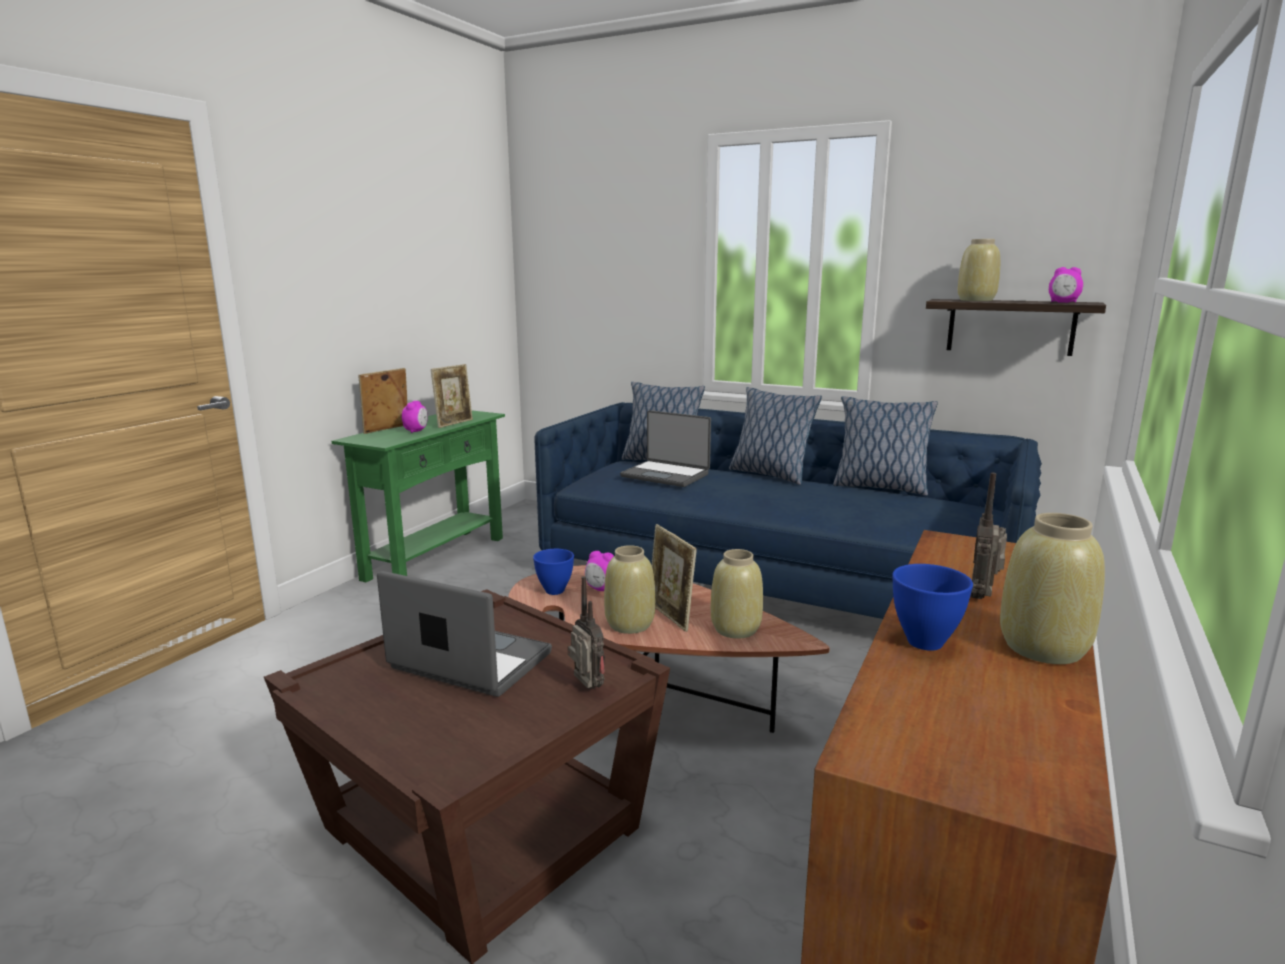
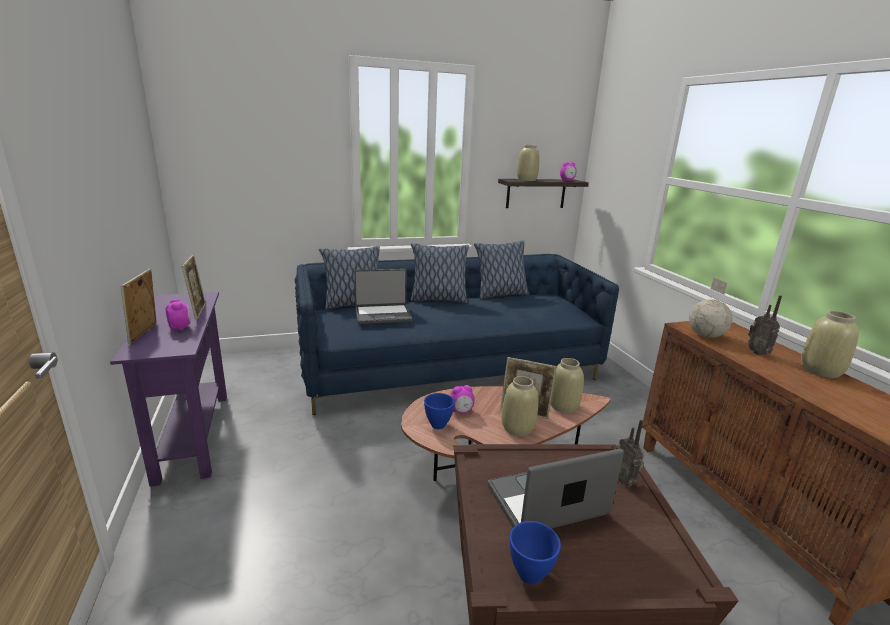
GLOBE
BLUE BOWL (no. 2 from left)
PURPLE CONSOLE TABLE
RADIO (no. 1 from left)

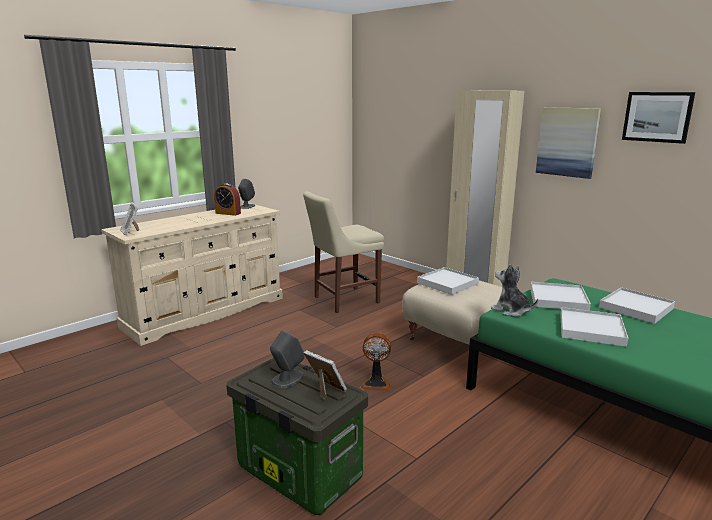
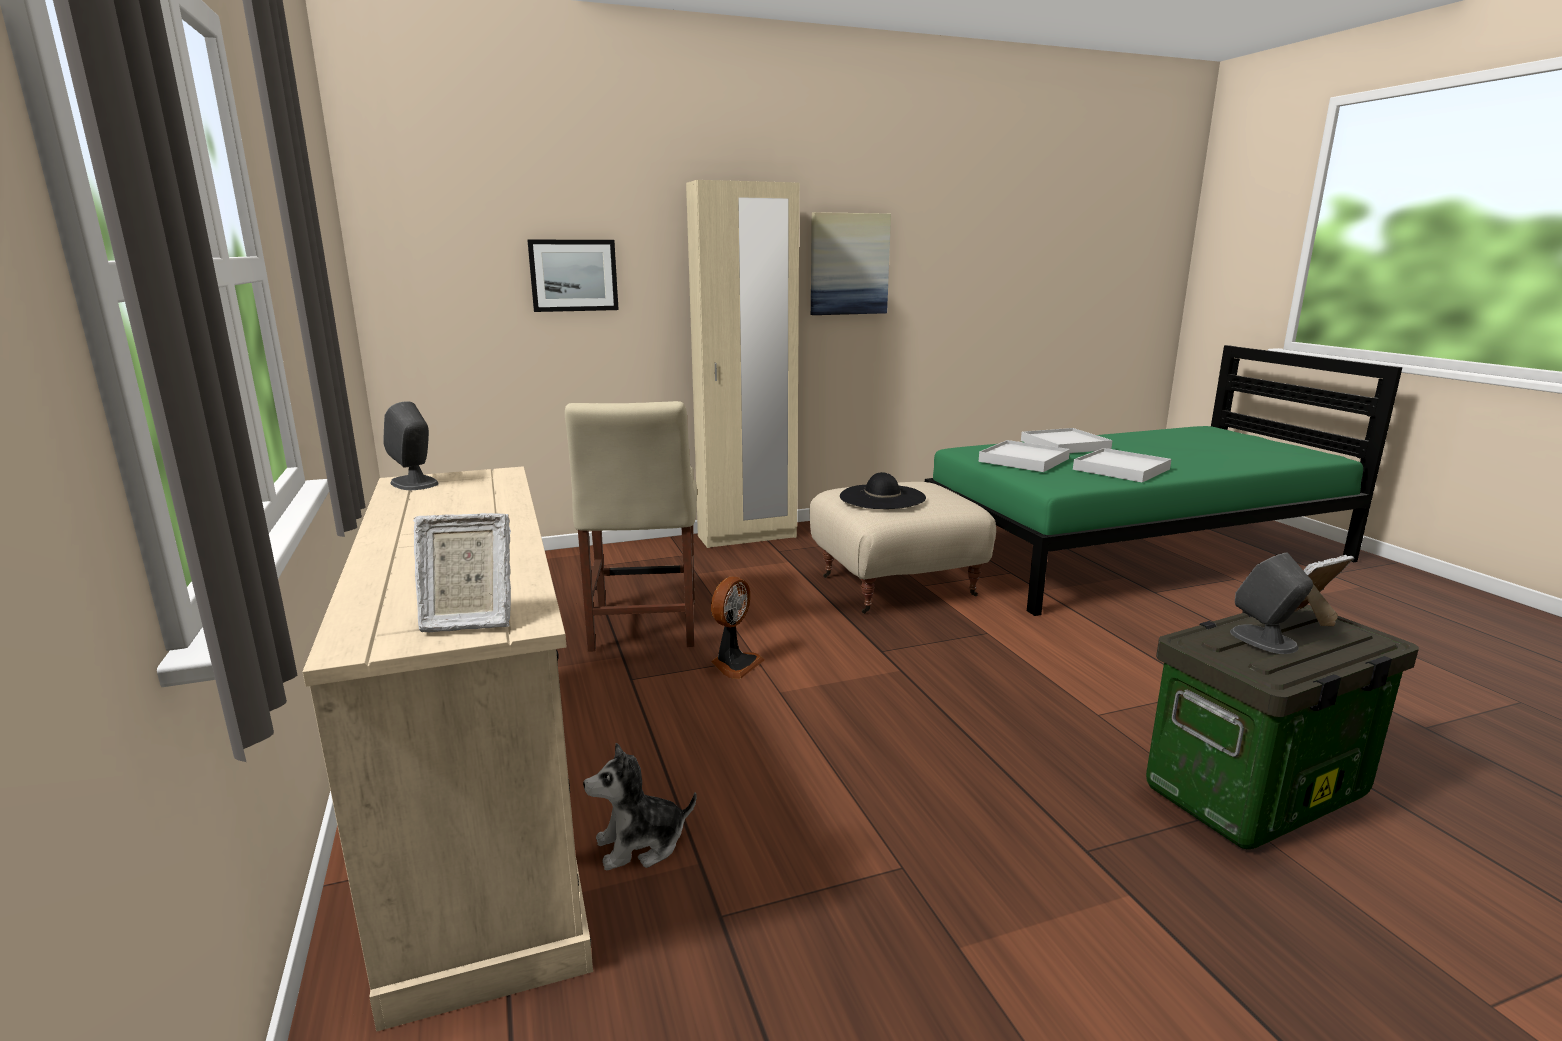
ALARM CLOCK
FAN
PLUSH TOY
PICTURE (no. 1 from left)
BLACK HAT

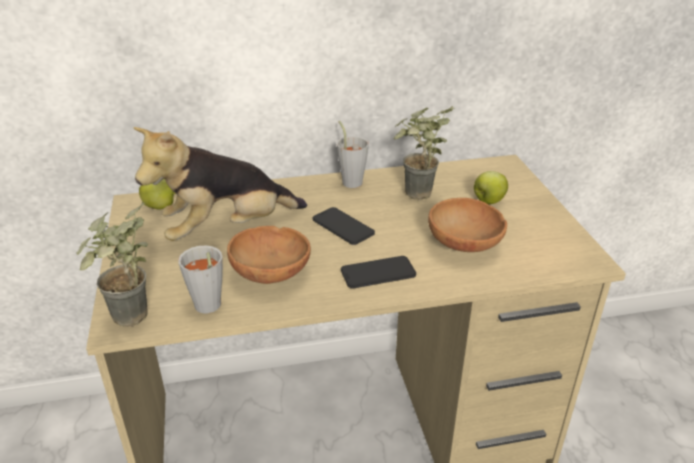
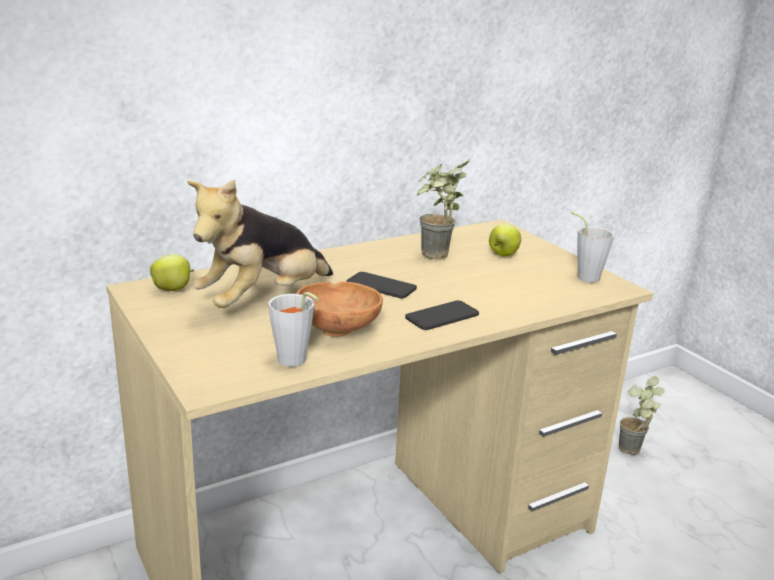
BROWN BOWL (no. 2 from left in the first image)
POTTED PLANT (no. 2 from left)
GREY CUP (no. 2 from left)

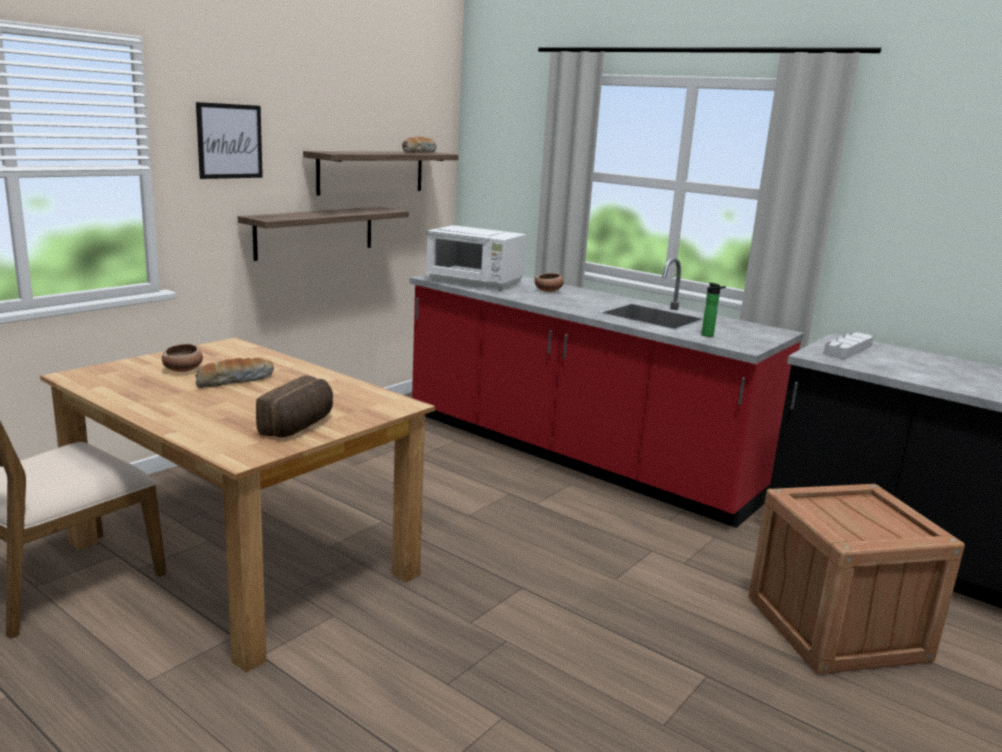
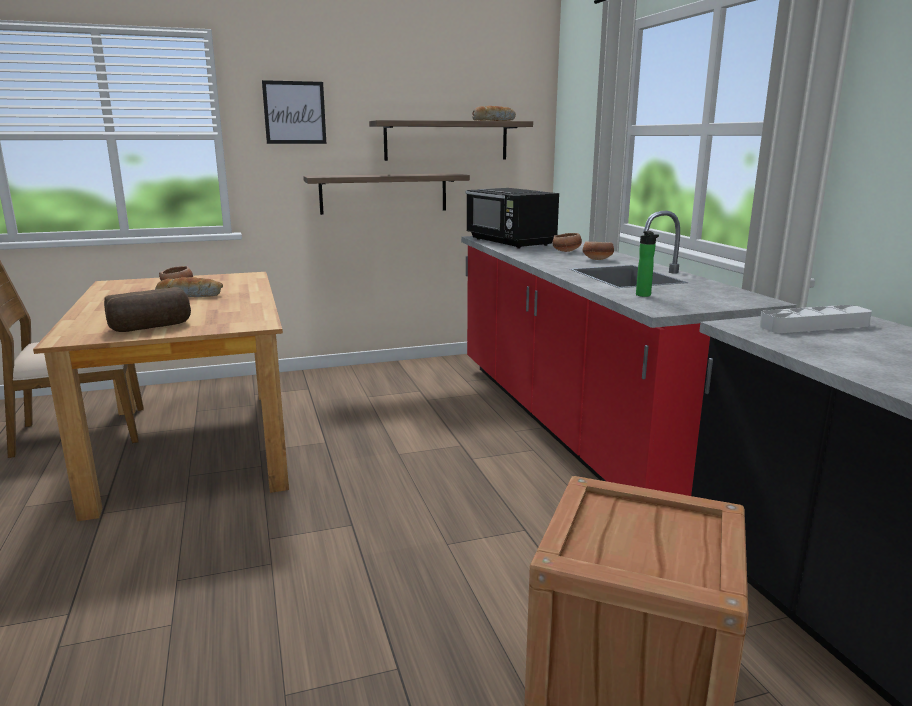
BOWL (no. 3 from left)
BLACK MICROWAVE

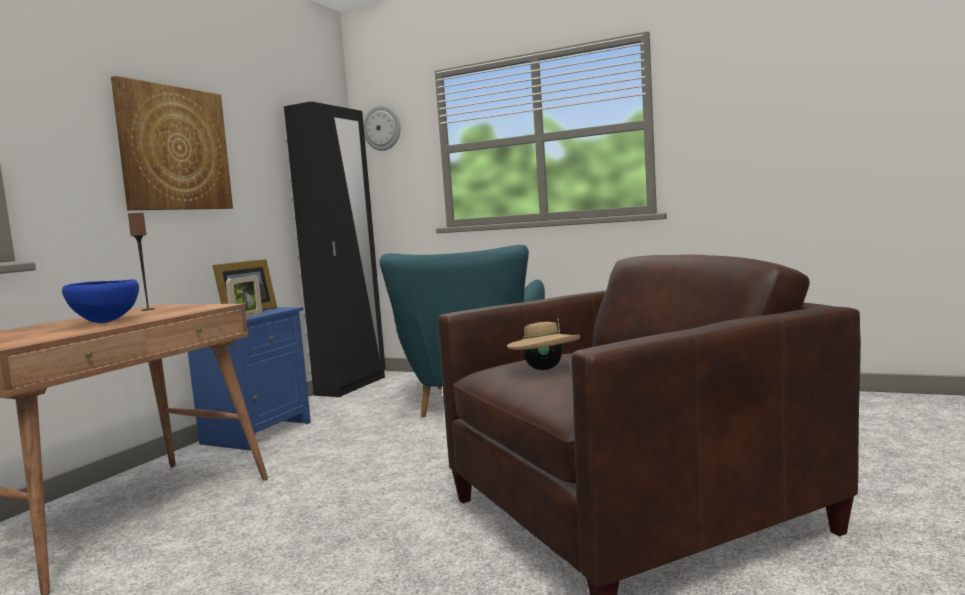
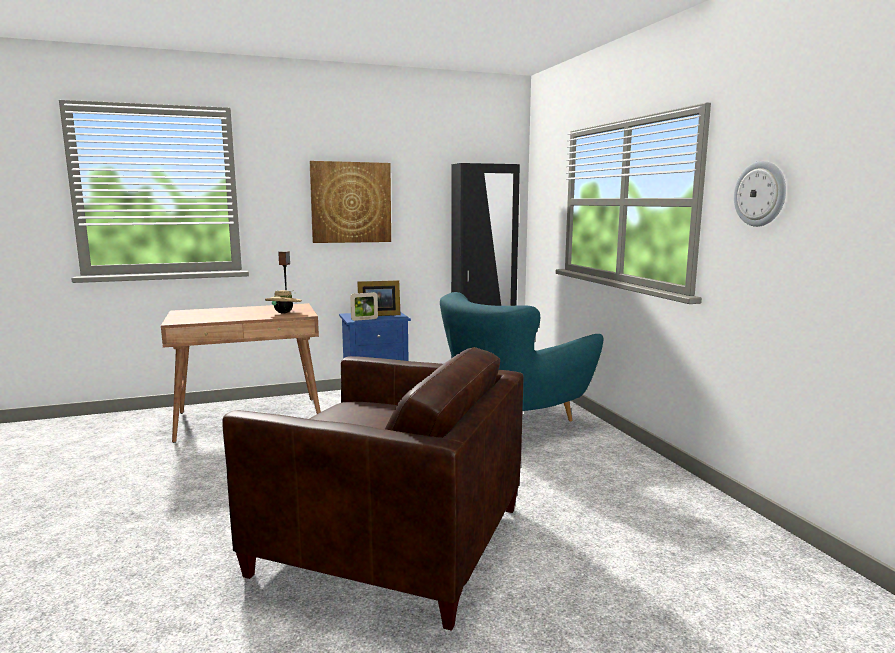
BLUE BOWL
WALL CLOCK
BEIGE HAT

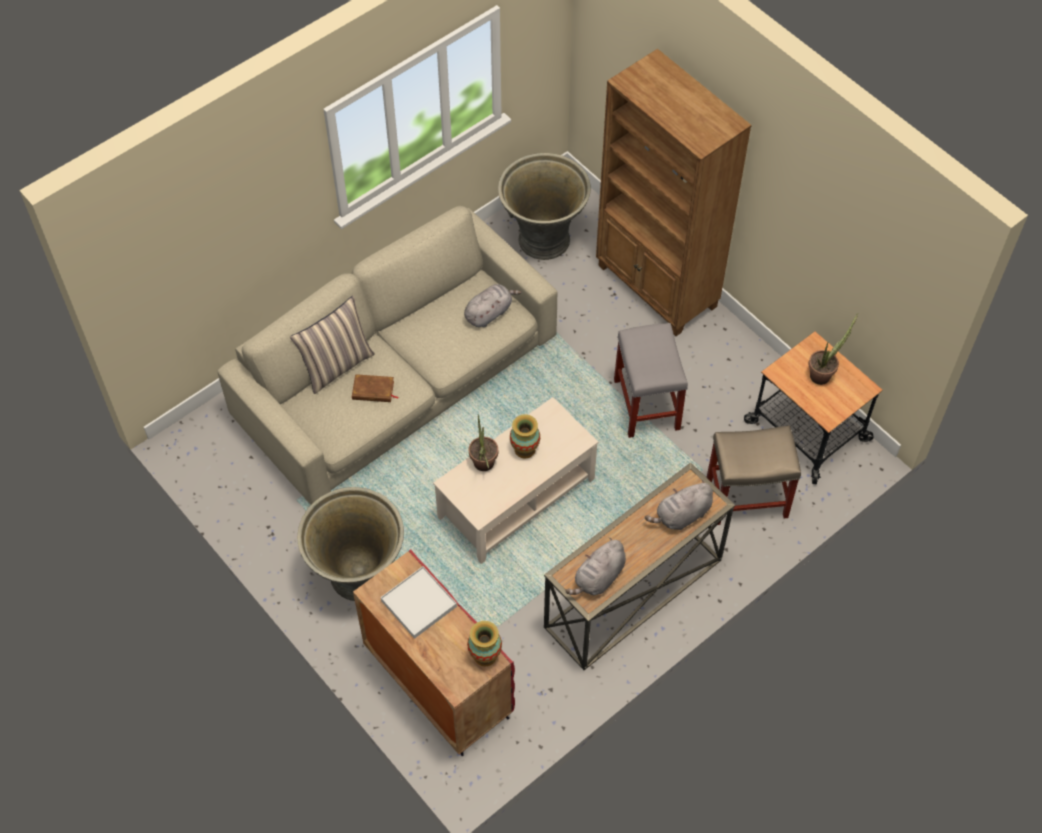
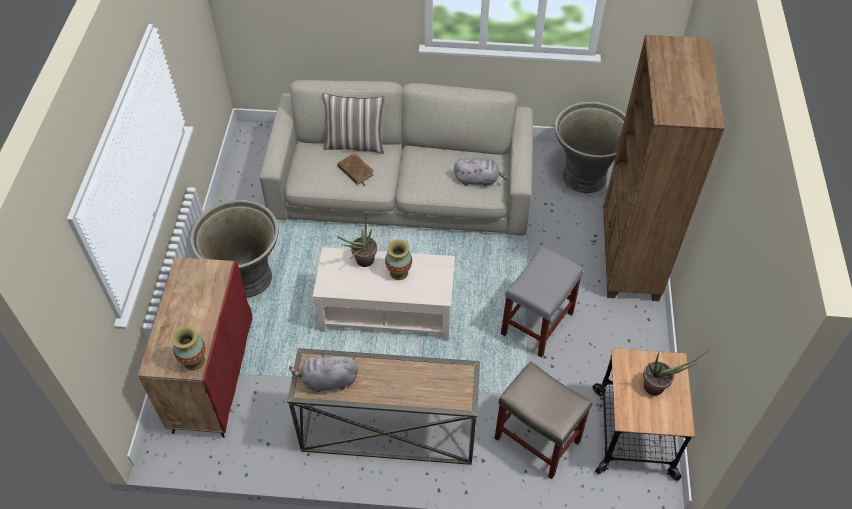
WHITE TRAY
GREY PLUSH TOY (no. 3 from left in the first image)

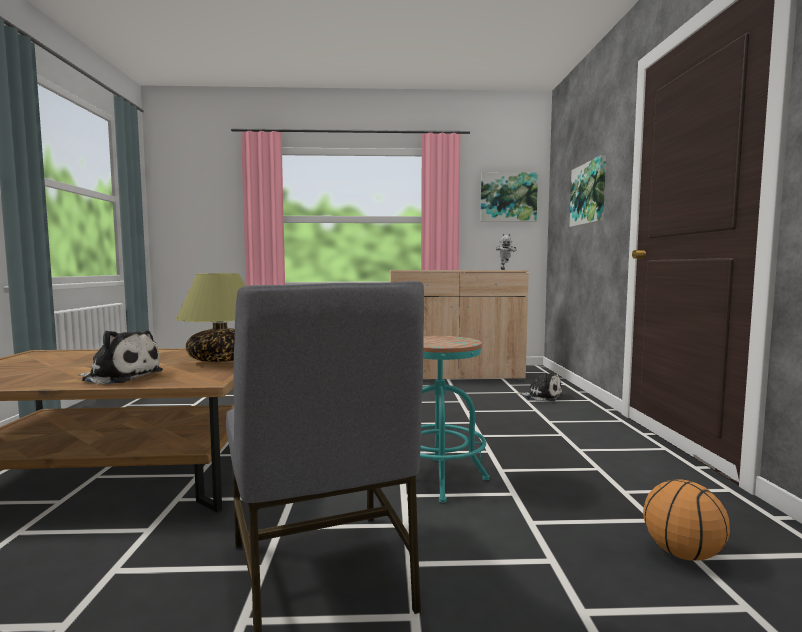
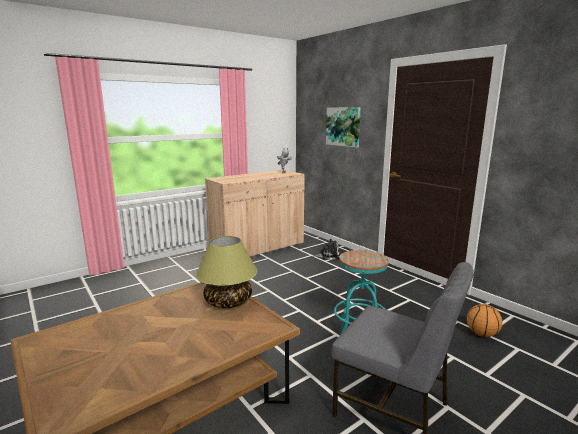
PLUSH TOY (no. 1 from left in the first image)
PICTURE (no. 1 from left in the first image)

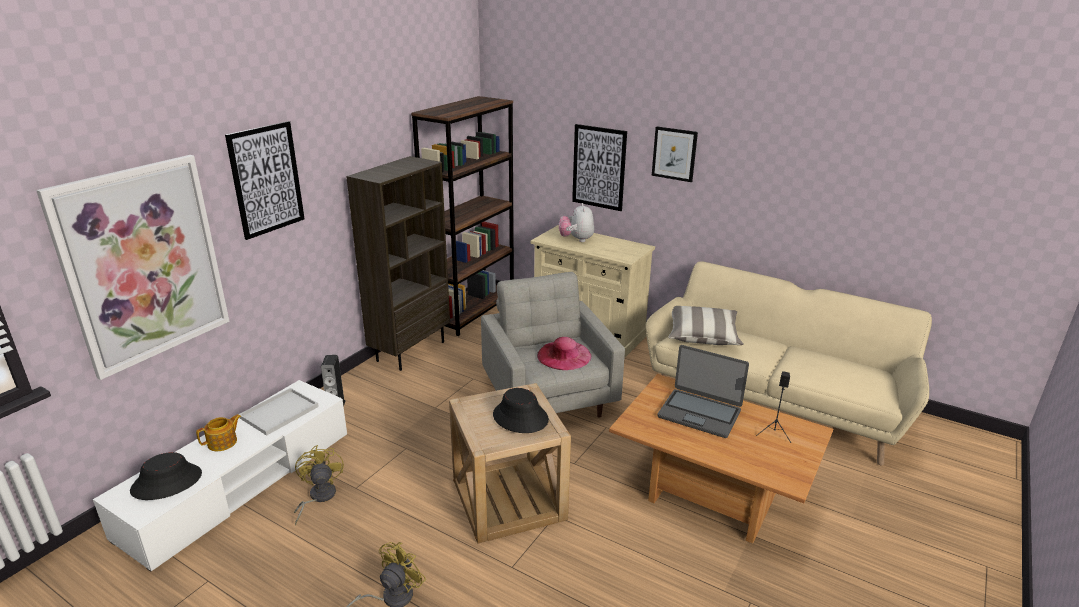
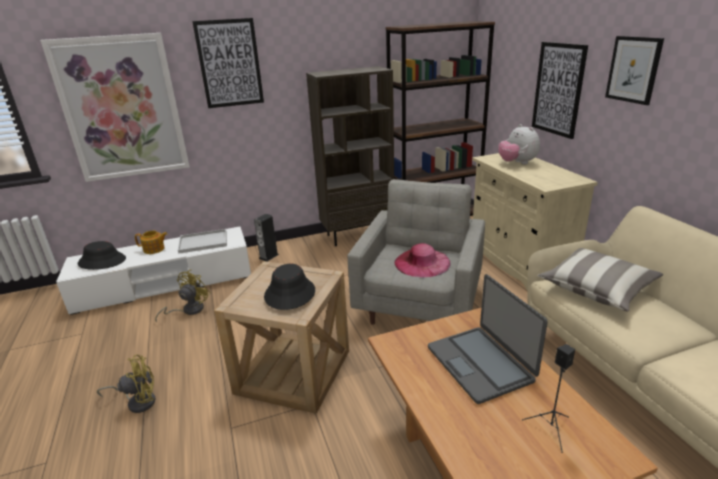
PLUSH TOY

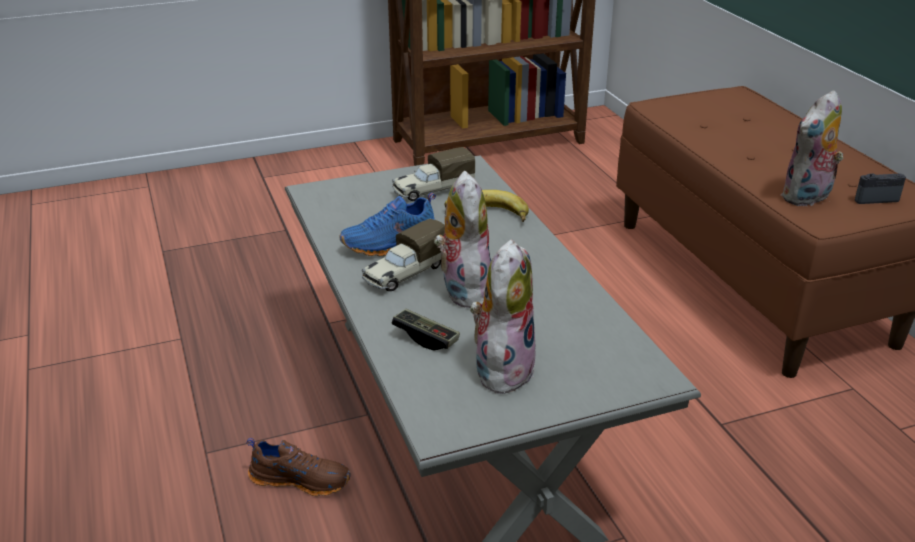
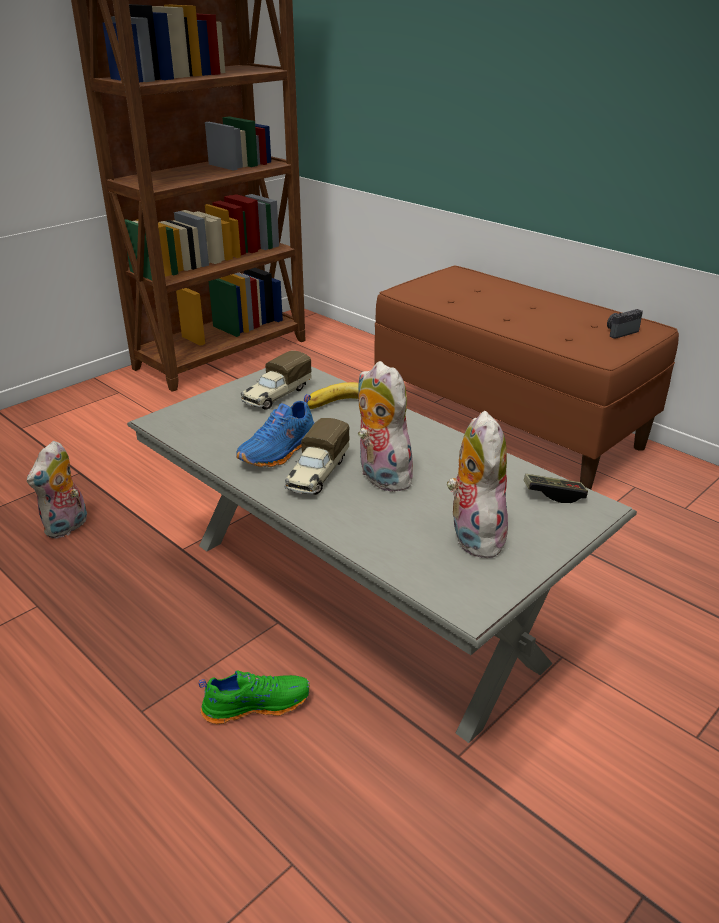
GAME CONTROLLER
PLUSH TOY (no. 1 from left)
GREEN SHOE

